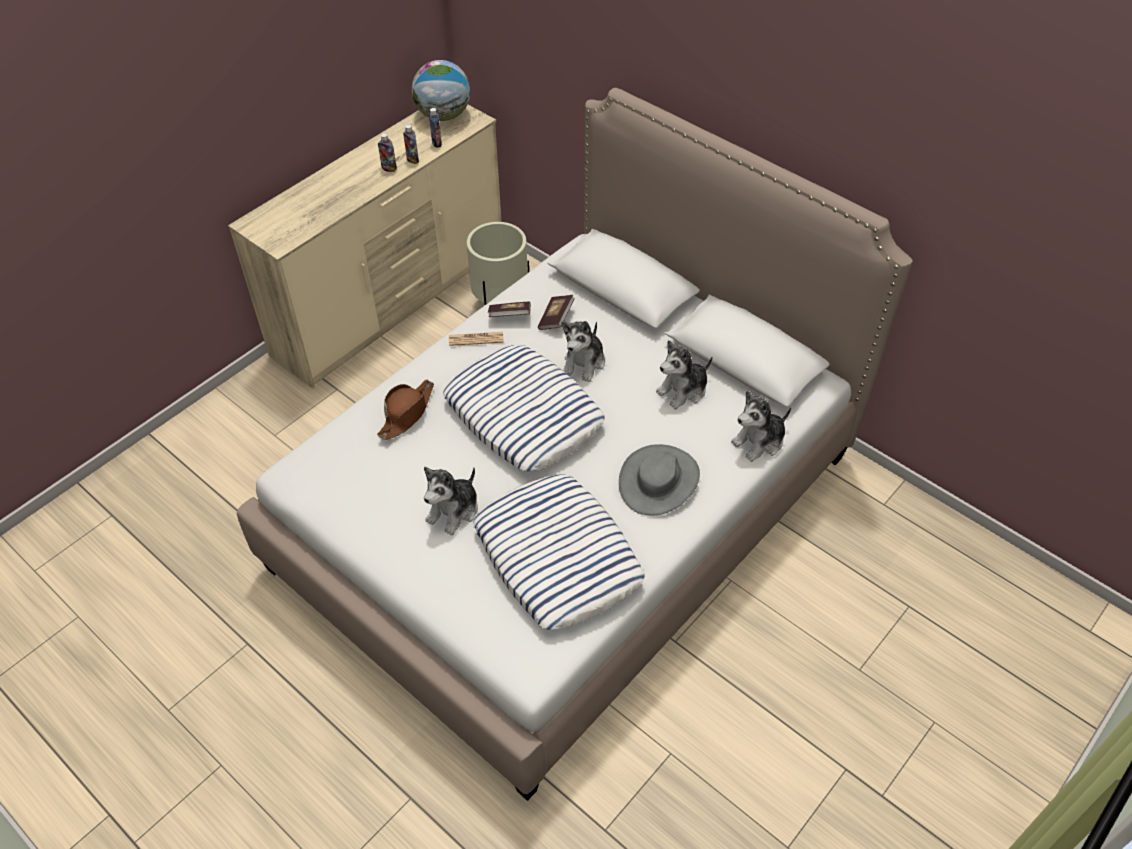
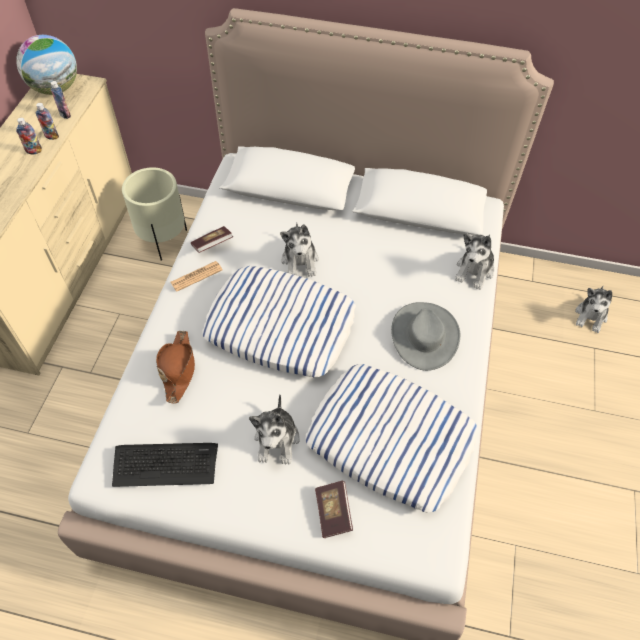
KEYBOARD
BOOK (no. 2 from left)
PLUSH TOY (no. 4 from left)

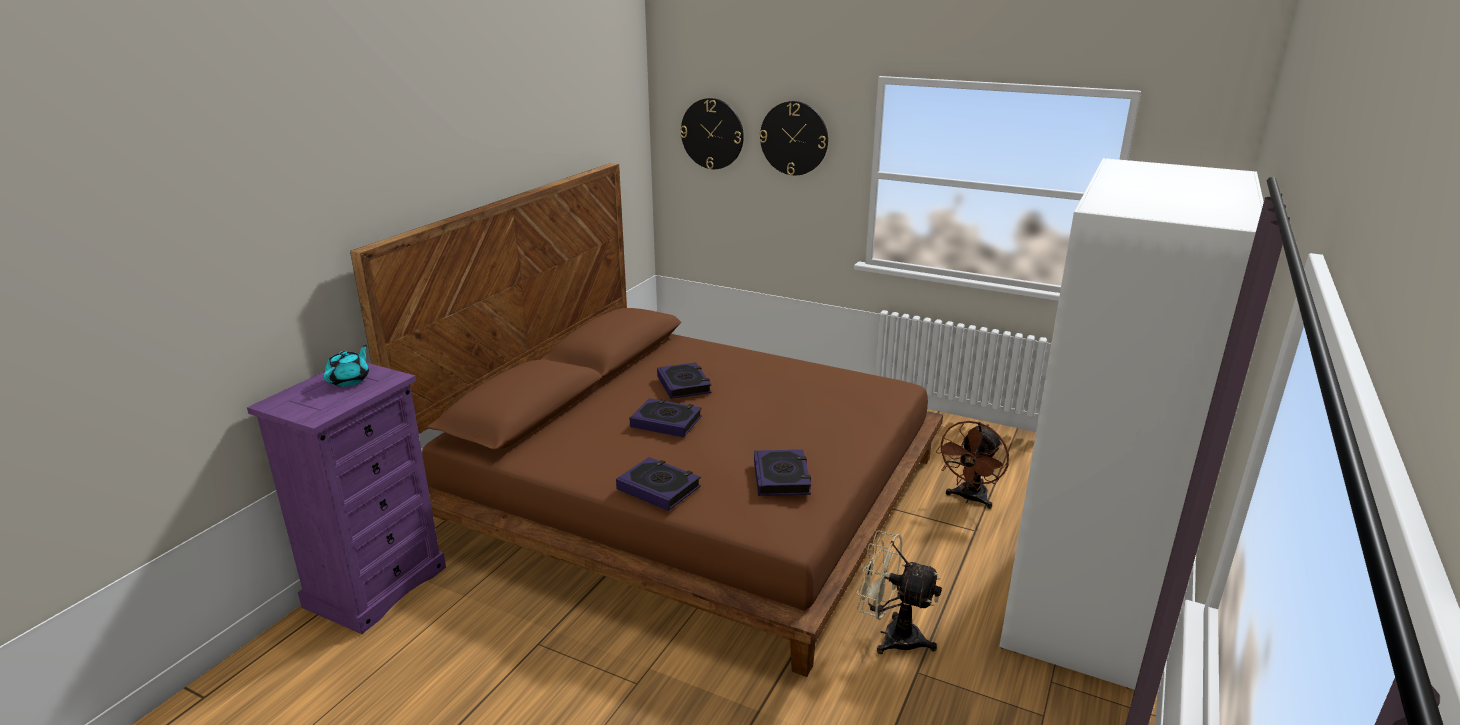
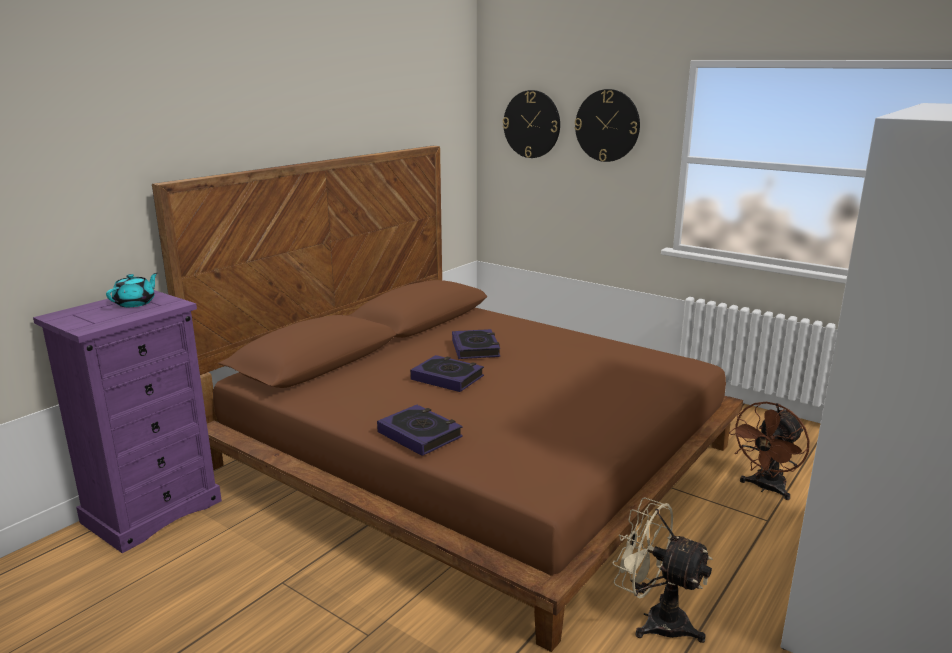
BOOK (no. 4 from left in the first image)

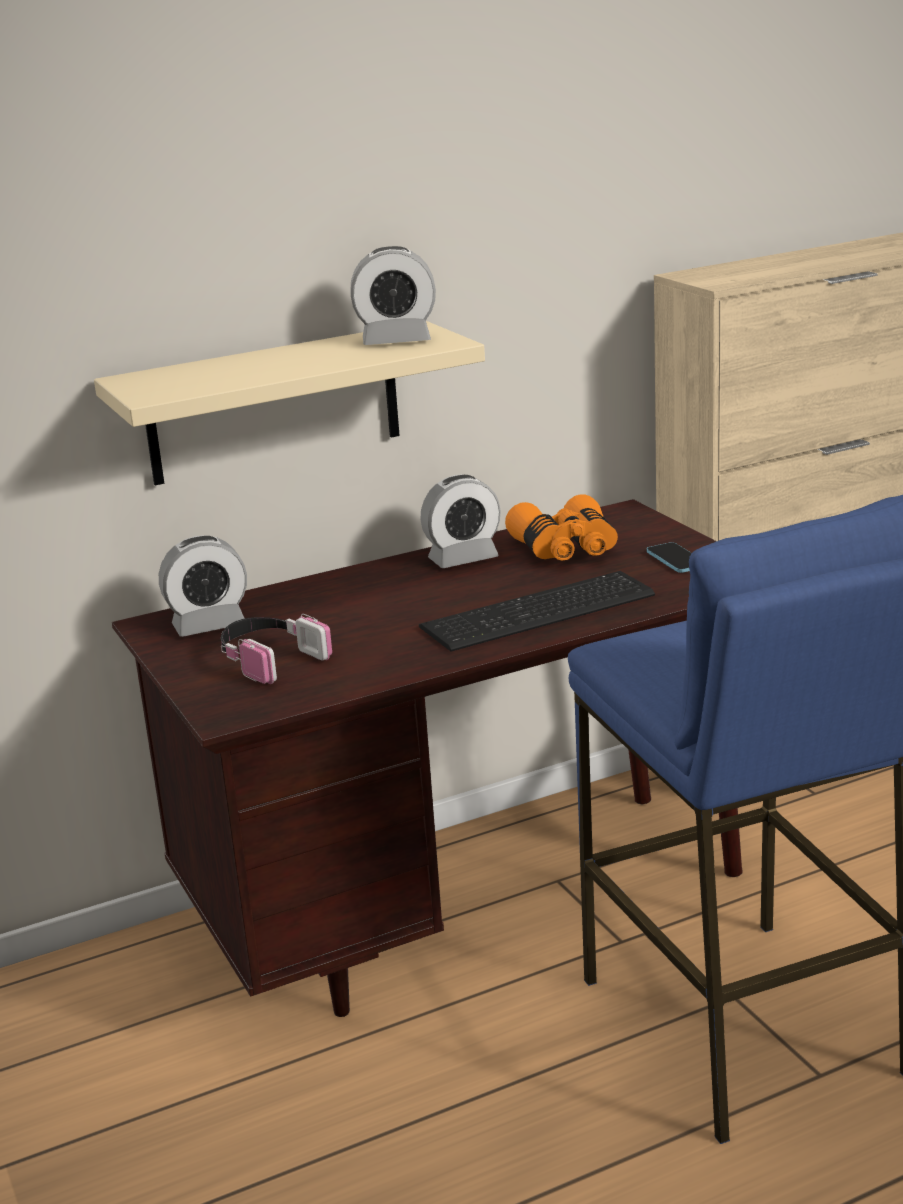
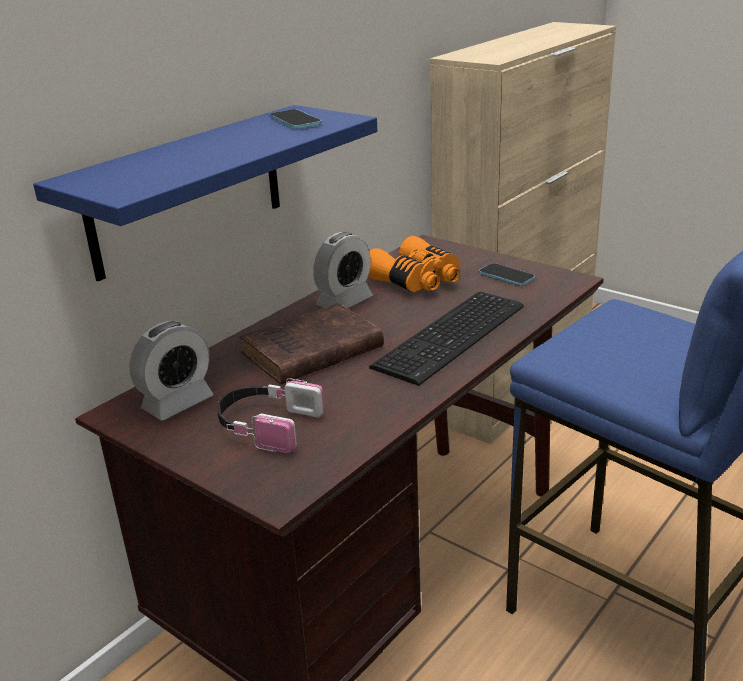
BROWN BOOK
PHONE (no. 1 from left)
BLUE SHELF

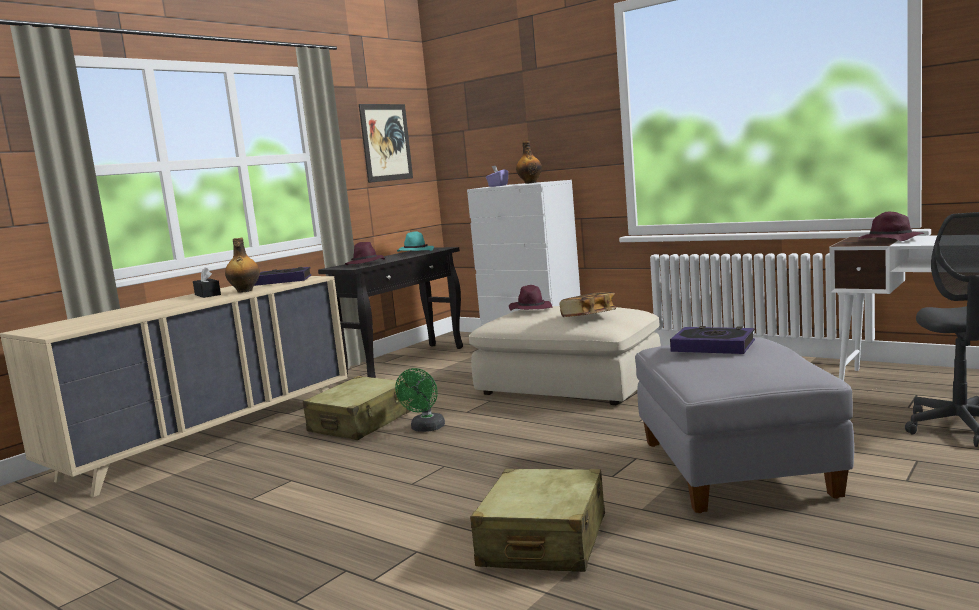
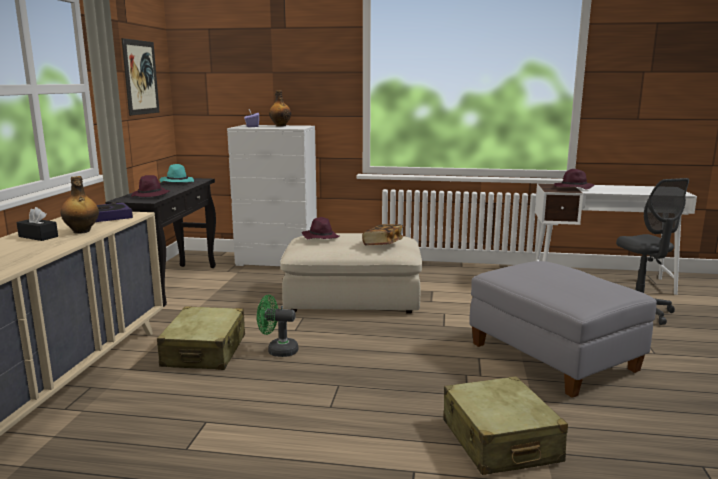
BOOK (no. 3 from left in the first image)
GREEN FAN

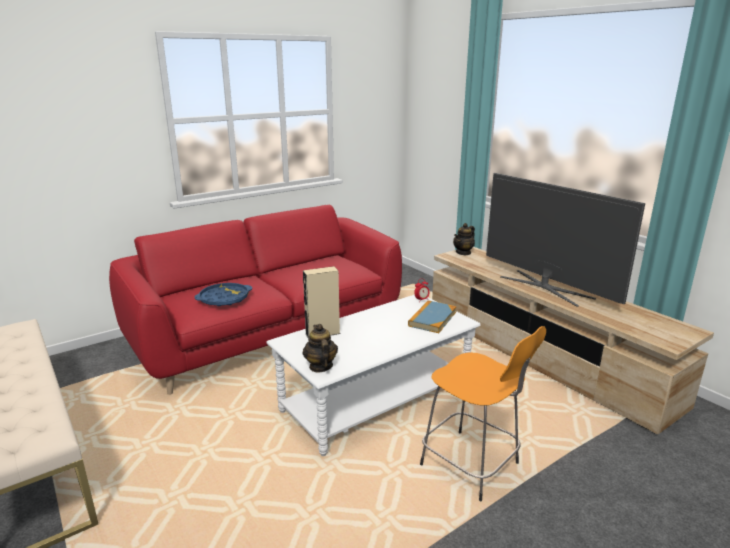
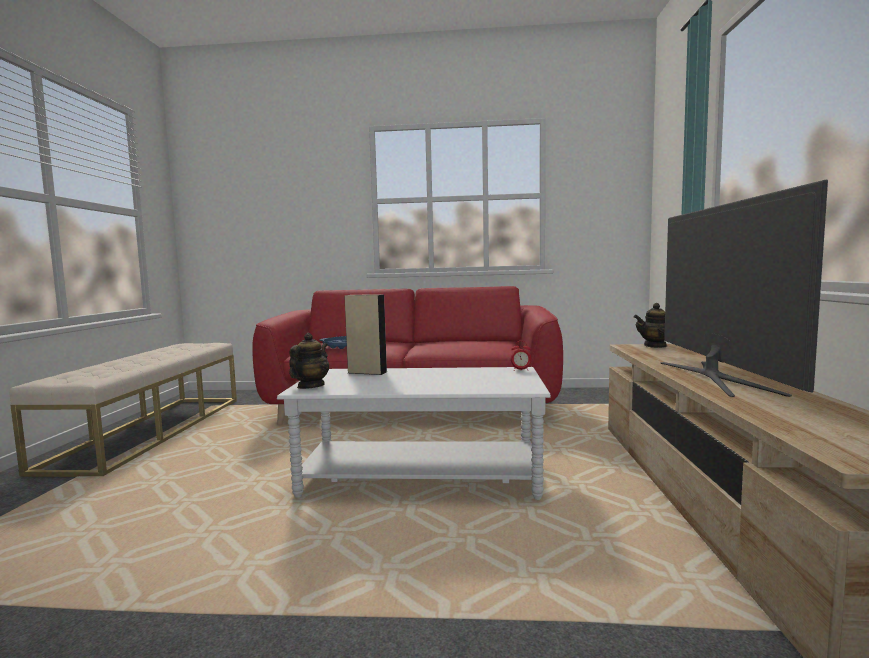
BOOK
ORANGE STOOL

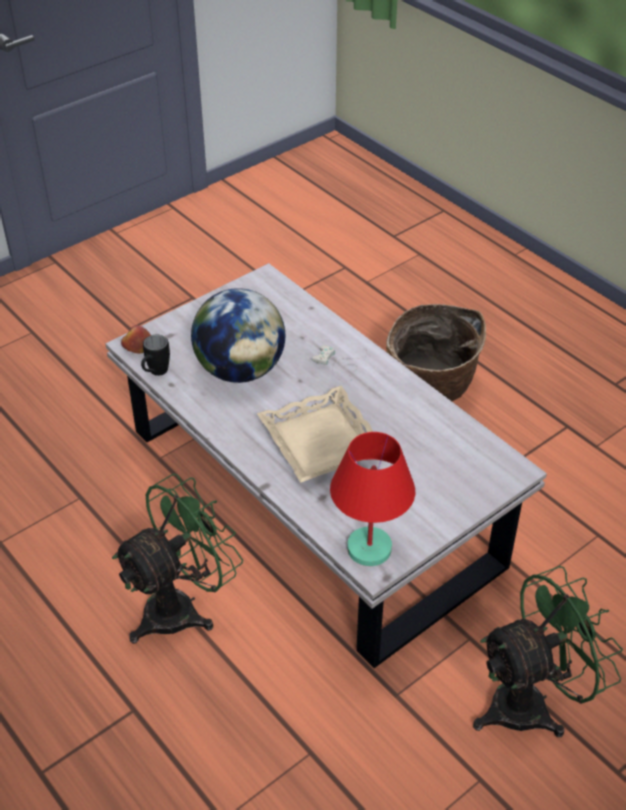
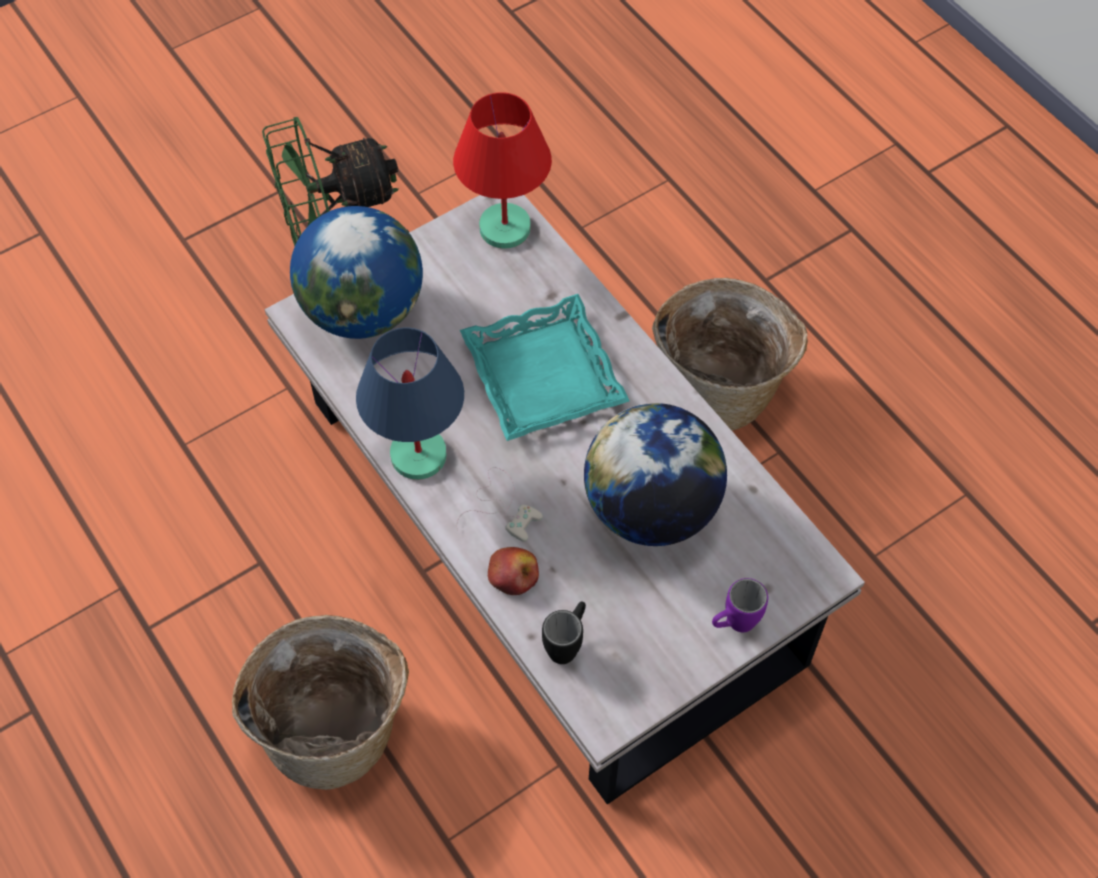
GLOBE (no. 1 from left)
BLUE TABLE LAMP
PURPLE MUG
APPLE
BLACK MUG
BASKET (no. 2 from left)
TURQUOISE TRAY

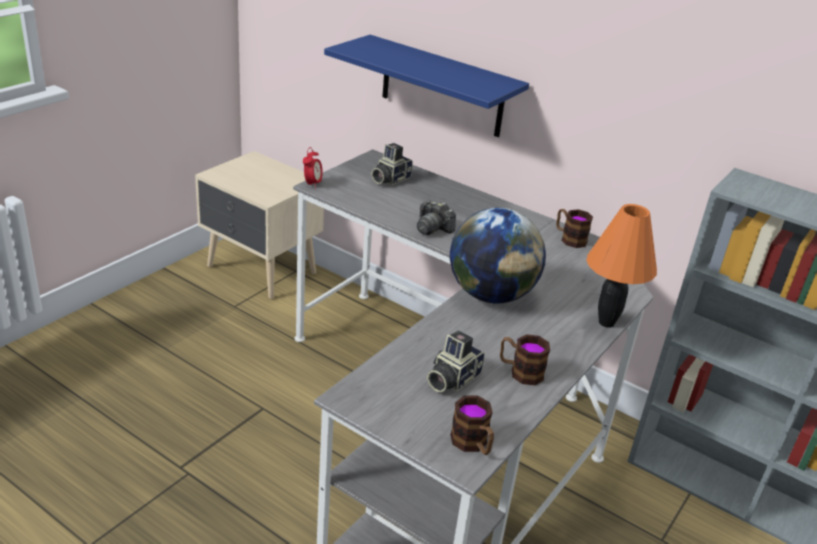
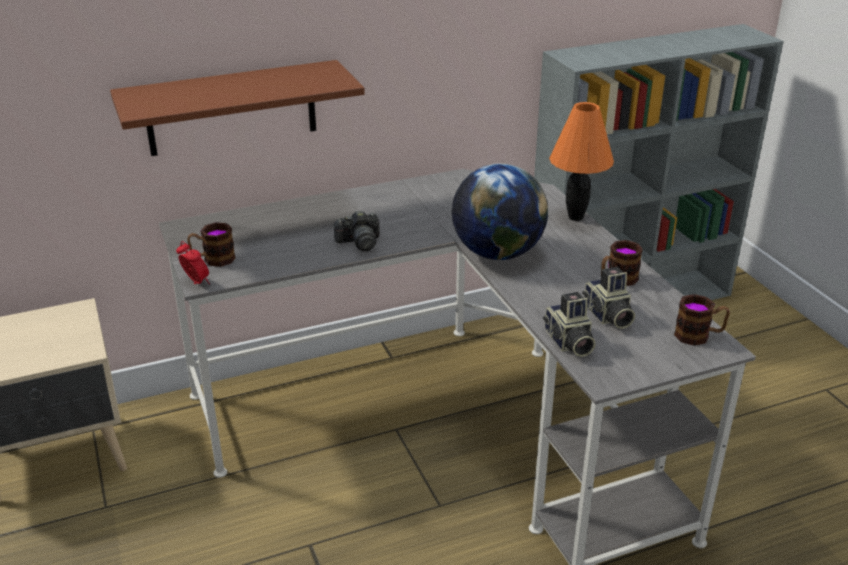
PHOTO CAMERA (no. 2 from left)
MUG (no. 1 from left)
BROWN SHELF

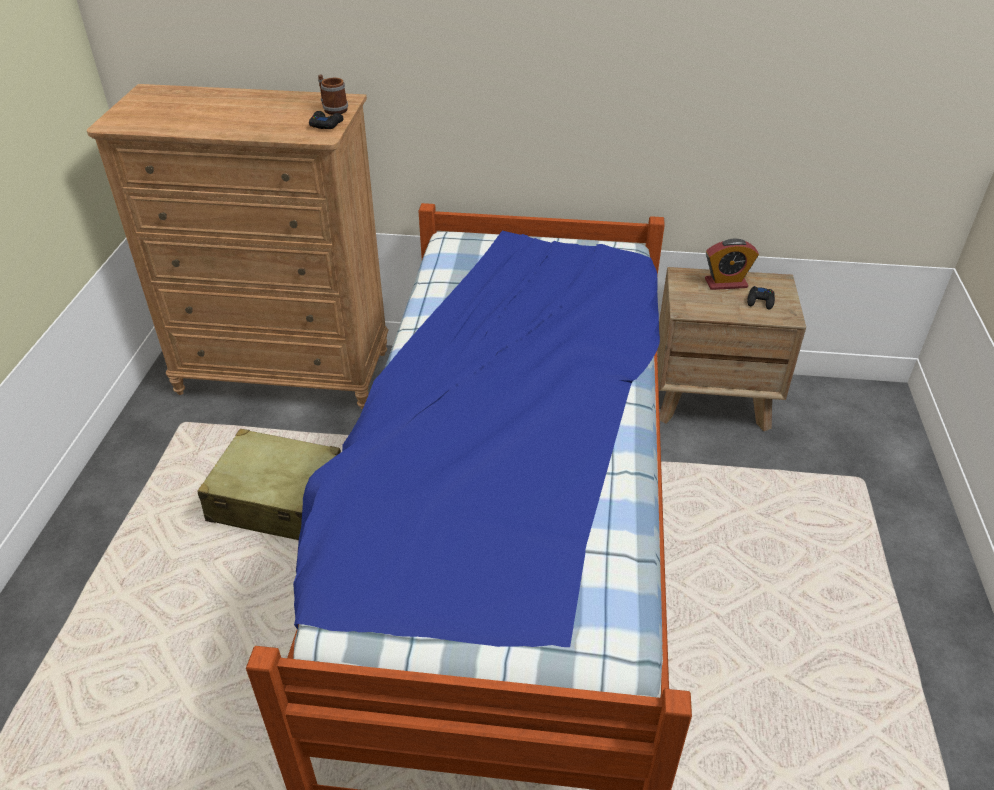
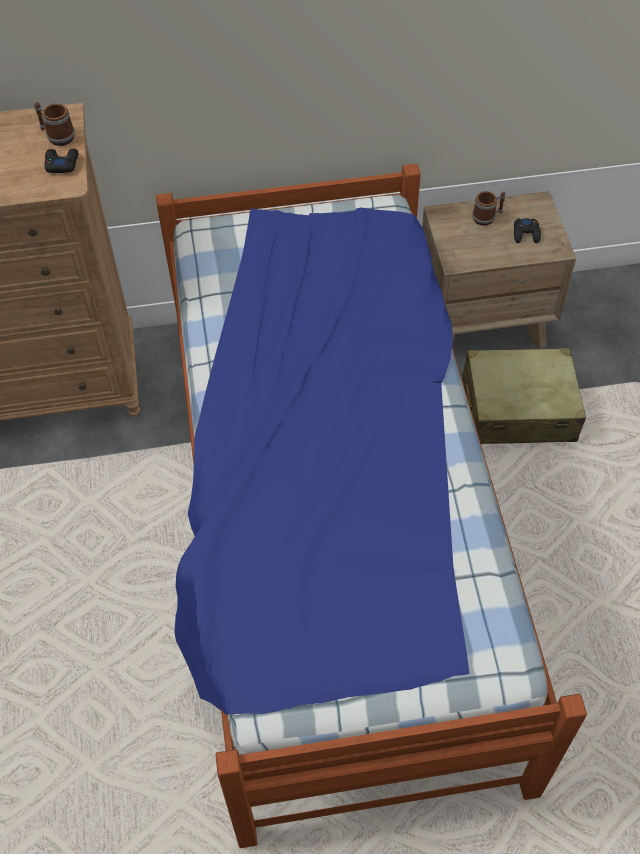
BEIGE SUITCASE
MUG (no. 2 from left)

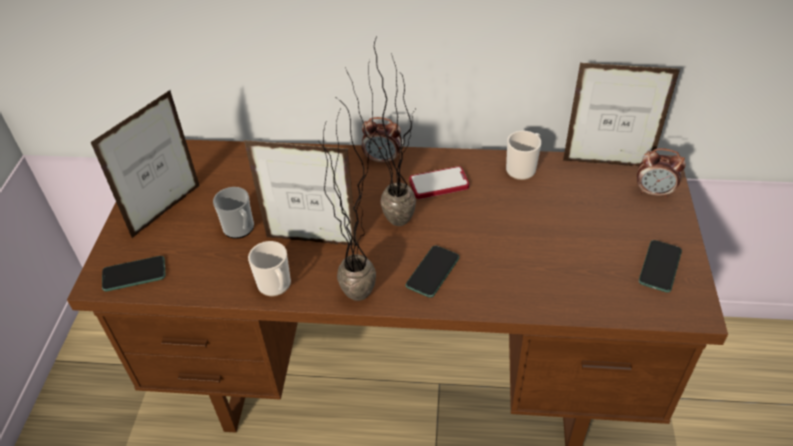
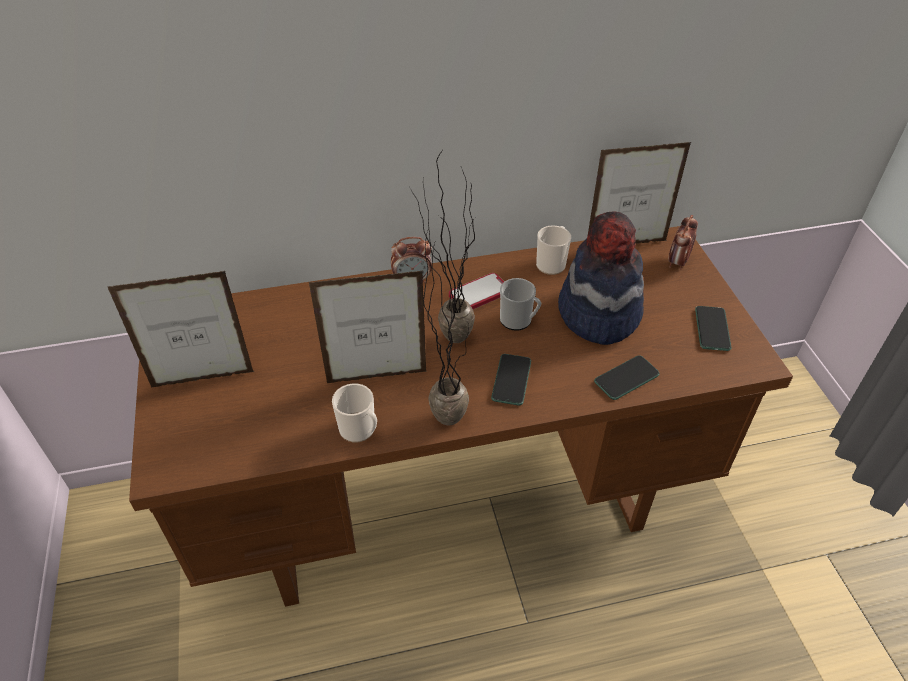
HAT
PHONE (no. 3 from left)
MUG (no. 2 from left)
PICTURE FRAME (no. 1 from left)
ALARM CLOCK (no. 2 from left)

